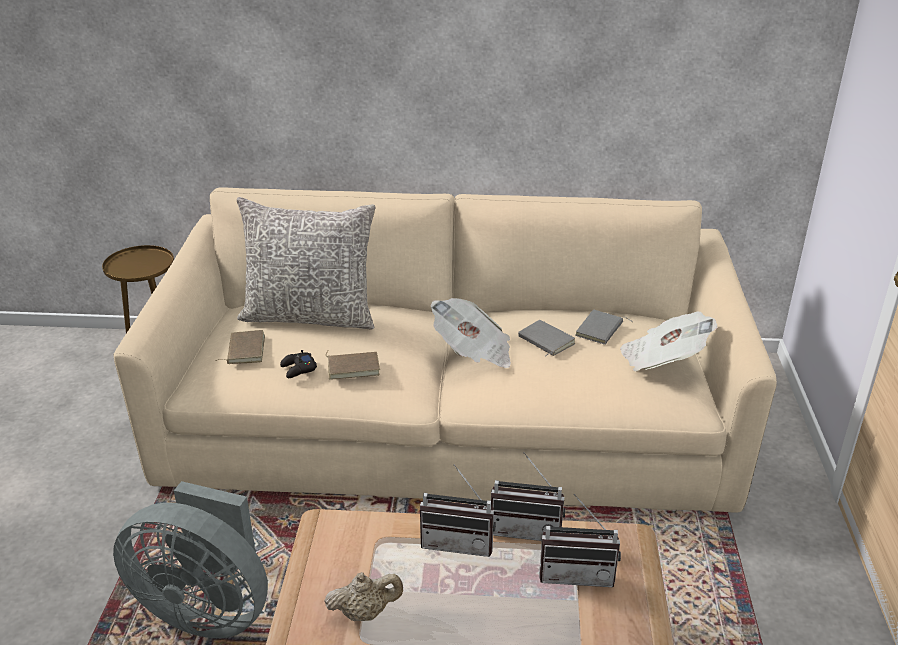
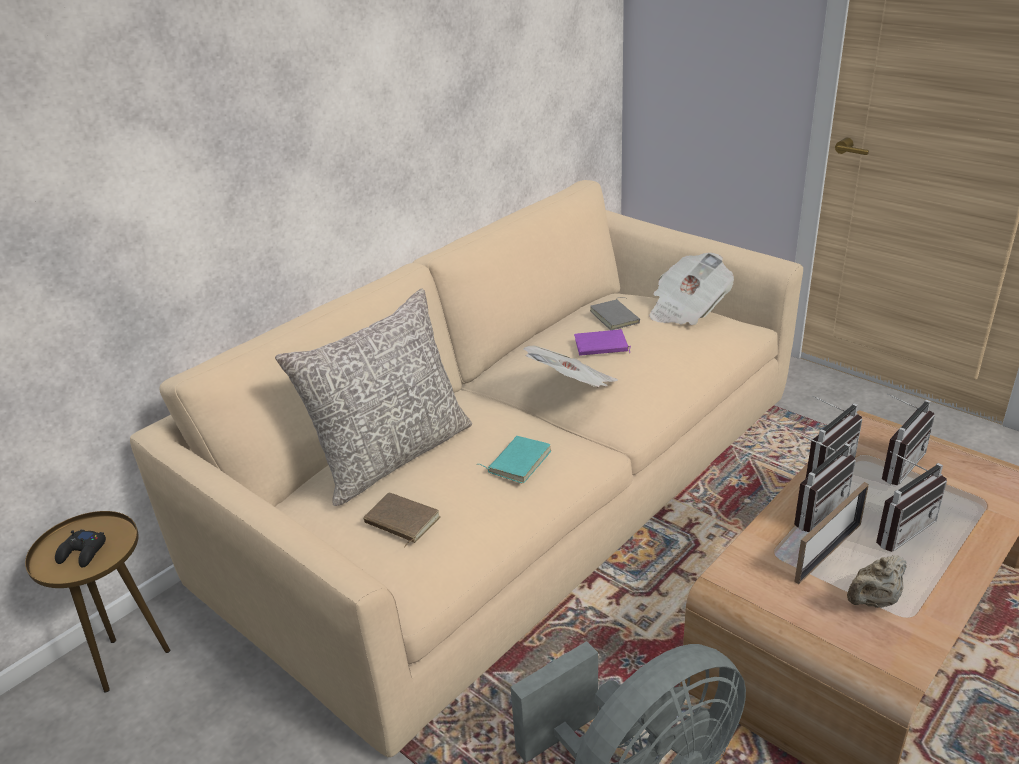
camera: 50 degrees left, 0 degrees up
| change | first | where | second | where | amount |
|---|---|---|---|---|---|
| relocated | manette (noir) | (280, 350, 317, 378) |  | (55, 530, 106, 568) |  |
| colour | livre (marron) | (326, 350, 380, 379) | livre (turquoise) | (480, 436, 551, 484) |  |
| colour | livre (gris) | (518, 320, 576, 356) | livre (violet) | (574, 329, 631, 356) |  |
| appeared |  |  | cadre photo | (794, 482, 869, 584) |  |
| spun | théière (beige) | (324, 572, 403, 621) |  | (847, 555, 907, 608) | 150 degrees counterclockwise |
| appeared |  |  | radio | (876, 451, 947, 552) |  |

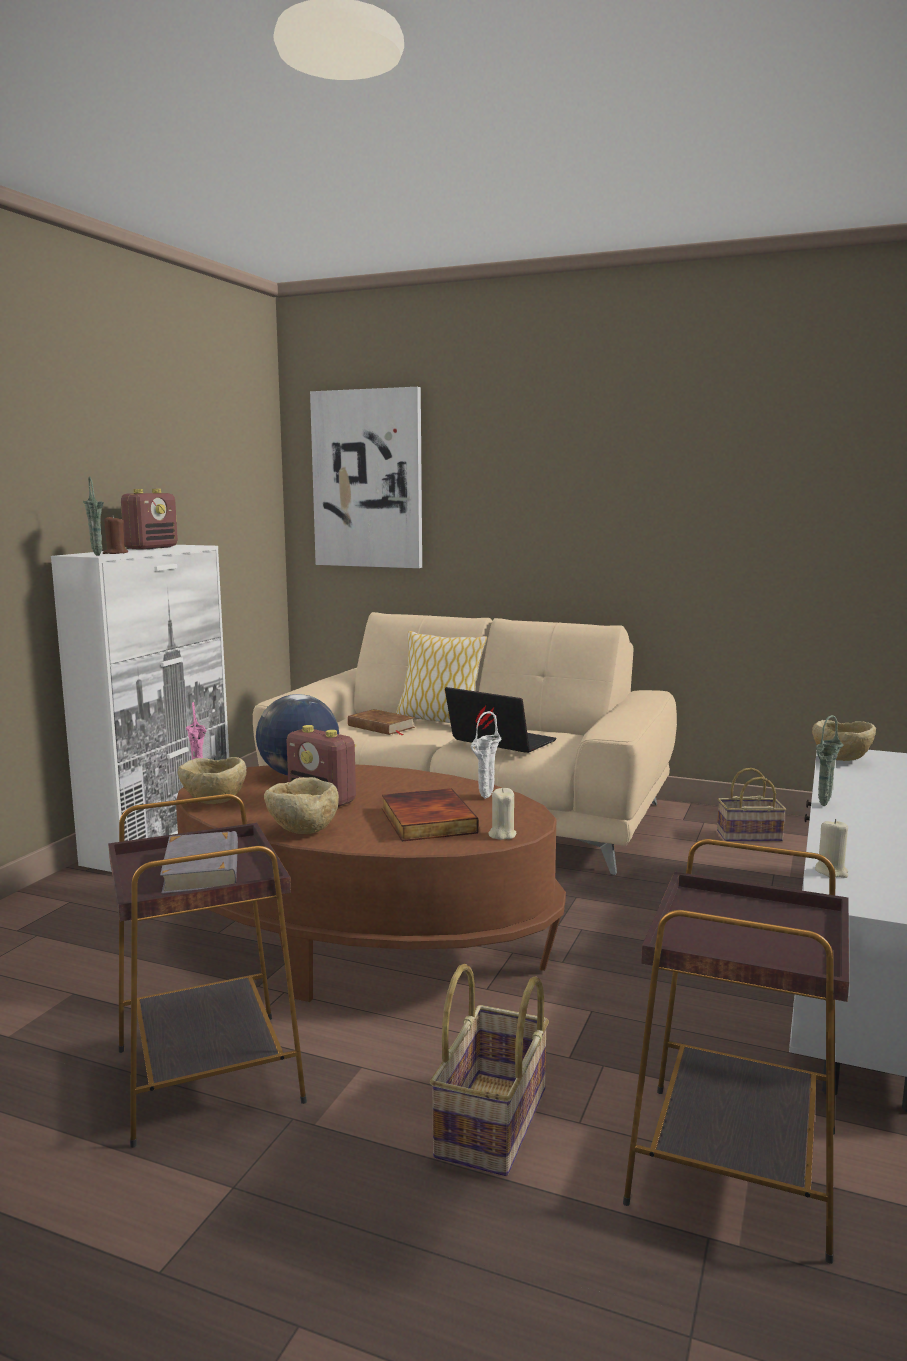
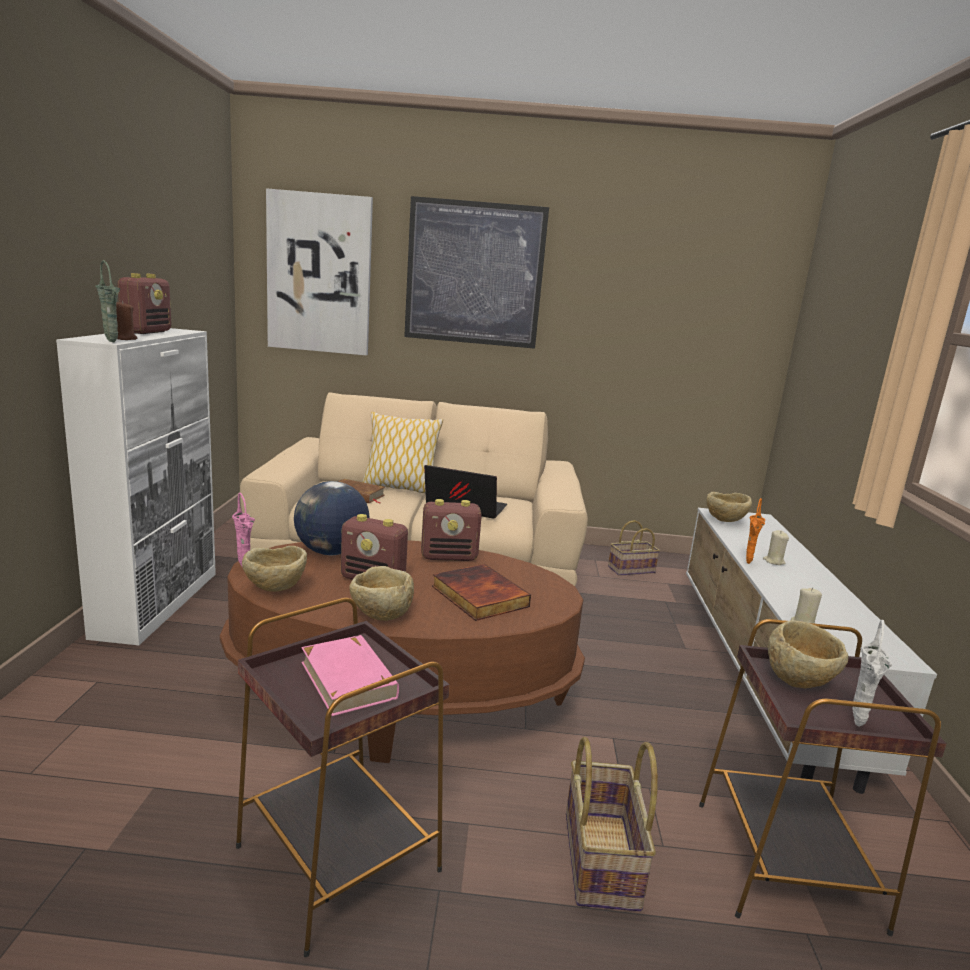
camera: 20 degrees left, 5 degrees up
| change | first | where | second | where | amount |
|---|---|---|---|---|---|
| colour | livre (gris) | (160, 831, 238, 894) | livre (rose) | (301, 635, 399, 716) |  |
| appeared |  |  | tableau | (404, 196, 549, 349) |  |
| appeared |  |  | radio | (421, 499, 482, 561) |  |
| colour | vase (vert) | (816, 715, 843, 806) | vase (orange) | (746, 498, 765, 564) |  |
| relocated | bougie (beige) | (488, 788, 516, 840) |  | (763, 530, 789, 565) |  |
| appeared |  |  | bol (beige) | (768, 620, 848, 688) |  |
| relocated | vase (blanc) | (470, 711, 501, 799) |  | (852, 620, 892, 727) |  |

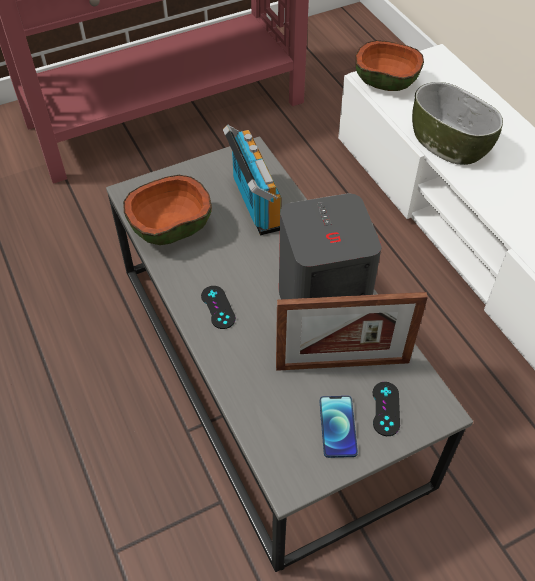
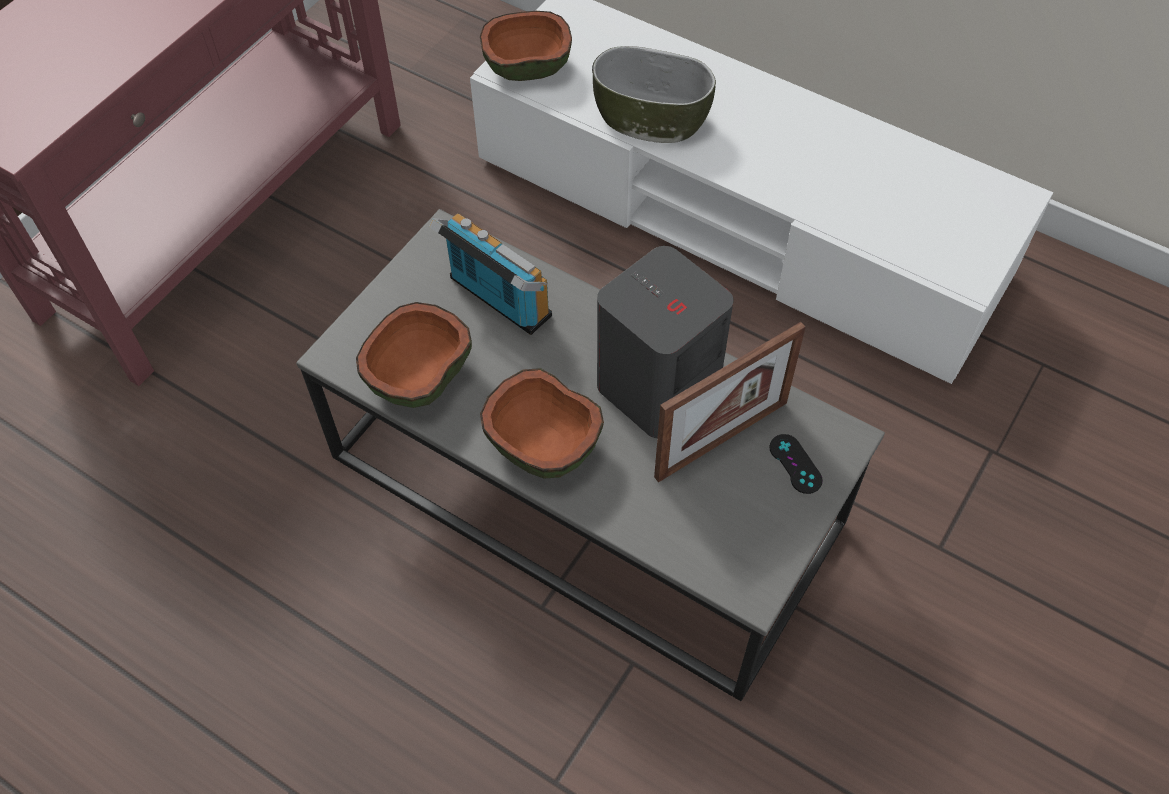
camera: 30 degrees left, 5 degrees up
| change | first | where | second | where | amount |
|---|---|---|---|---|---|
| exchanged | manette (noir) | (201, 286, 236, 329) | bol | (480, 368, 604, 479) |  |
| missing | téléphone | (320, 396, 358, 458) |  |  |  |

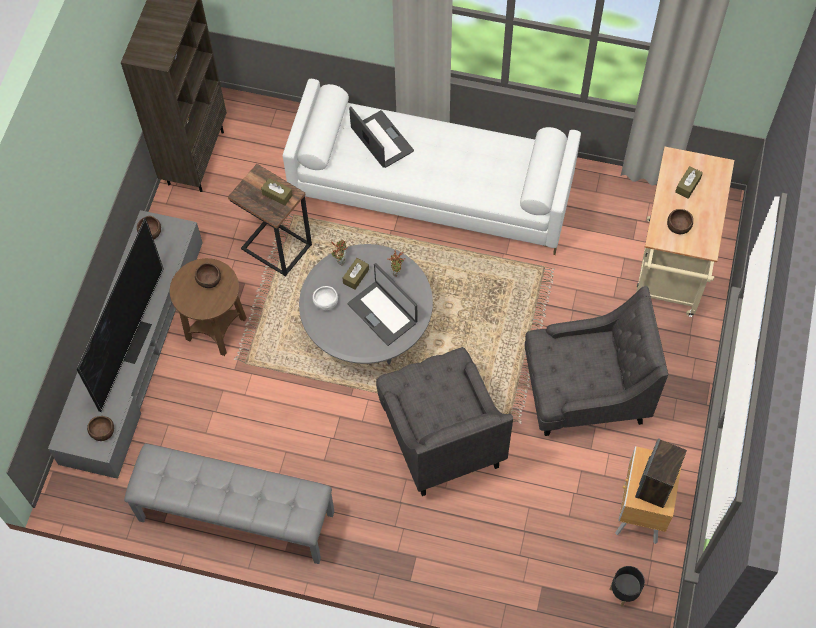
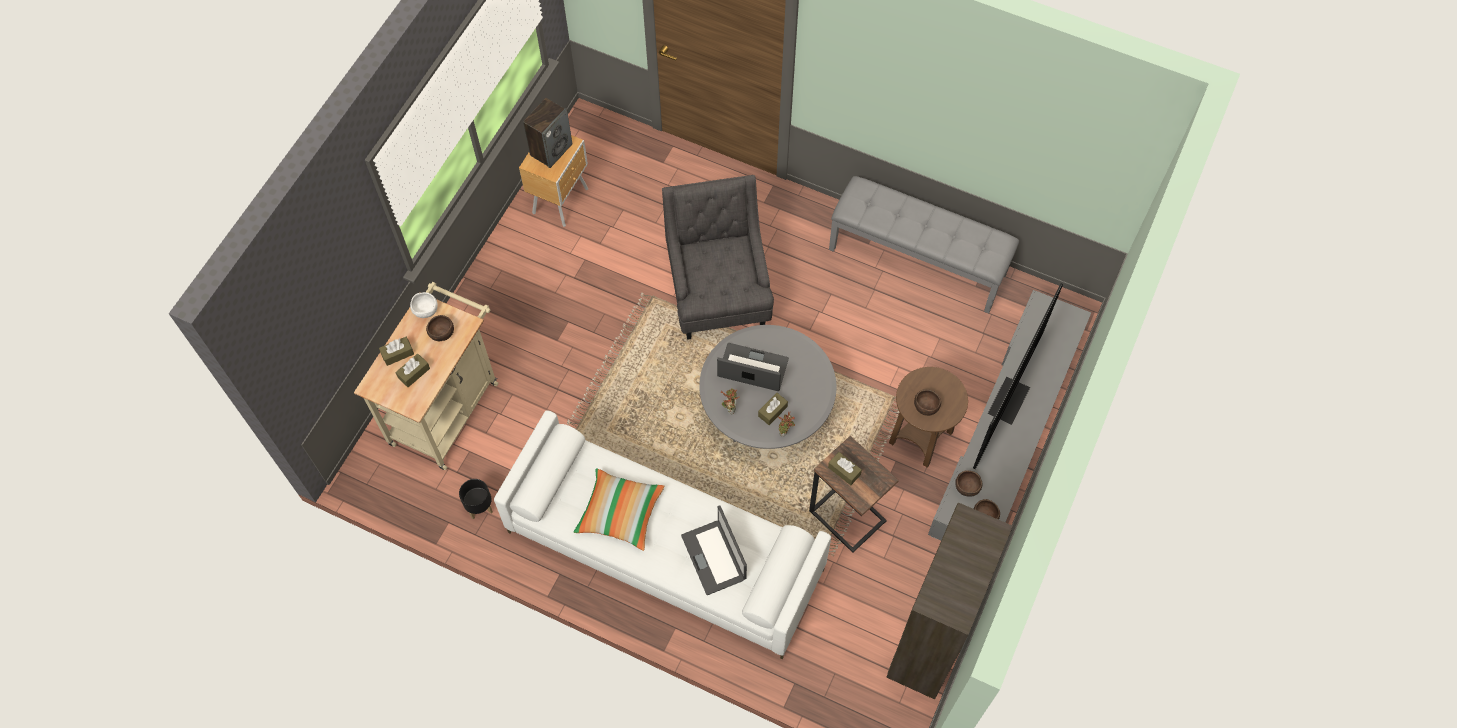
camera: 170 degrees left, 0 degrees up
| change | first | where | second | where | amount |
|---|---|---|---|---|---|
| appeared |  |  | boîte à mouchoirs (marron) | (379, 337, 414, 366) |  |
| relocated | bol (blanc) | (312, 286, 338, 310) |  | (410, 292, 438, 318) |  |
| relocated | cache-pot (noir) | (609, 566, 645, 607) |  | (459, 479, 493, 519) |  |
| appeared |  |  | coussin | (574, 468, 664, 551) |  |
| spun | ordinateur portable | (347, 263, 418, 346) |  | (717, 343, 789, 391) | 45 degrees counterclockwise |
| relocated | bol (marron) | (87, 416, 114, 441) |  | (955, 470, 982, 497) |  |
| missing | fauteuil (gris) | (525, 286, 668, 436) |  |  |  |

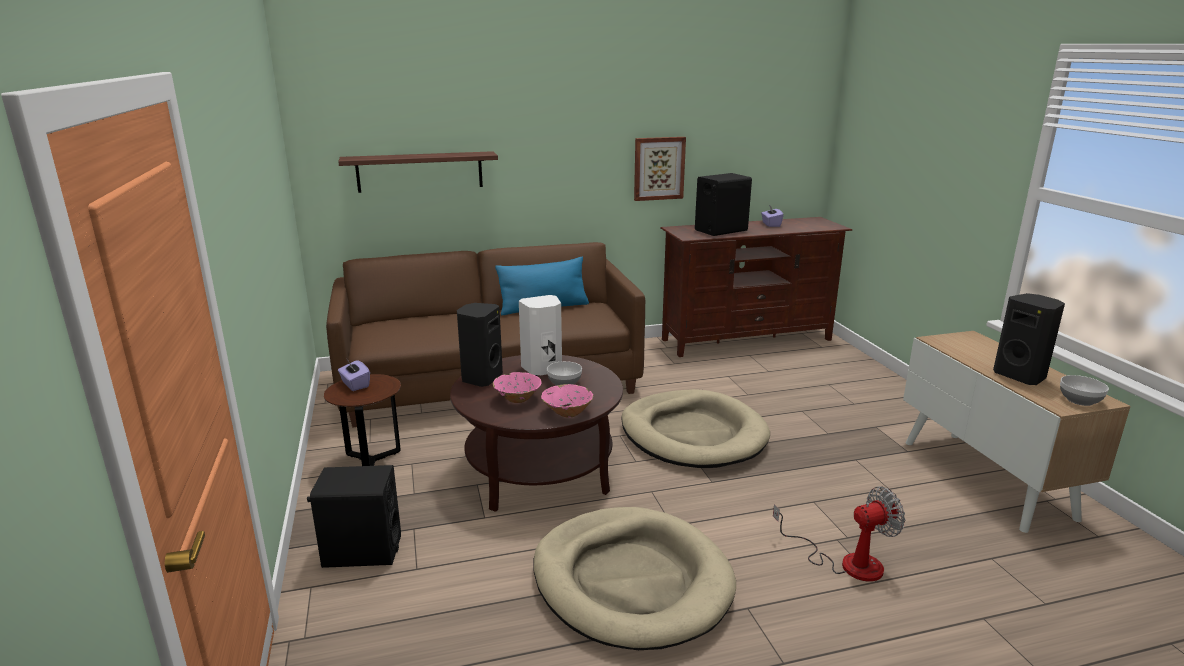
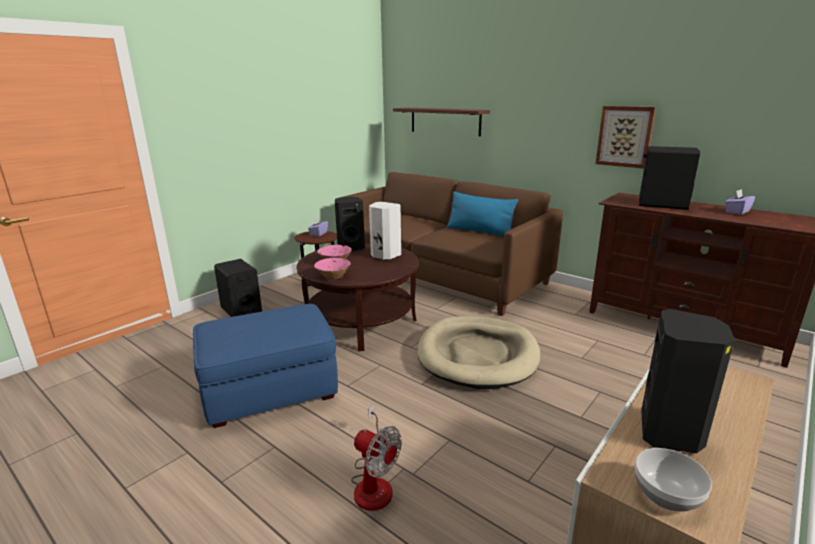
camera: 55 degrees right, 0 degrees up
| change | first | where | second | where | amount |
|---|---|---|---|---|---|
| exchanged | panier pour chien (beige) | (534, 507, 736, 650) | pouf (bleu) | (193, 304, 338, 428) |  |
| missing | bol | (547, 361, 582, 386) |  |  |  |

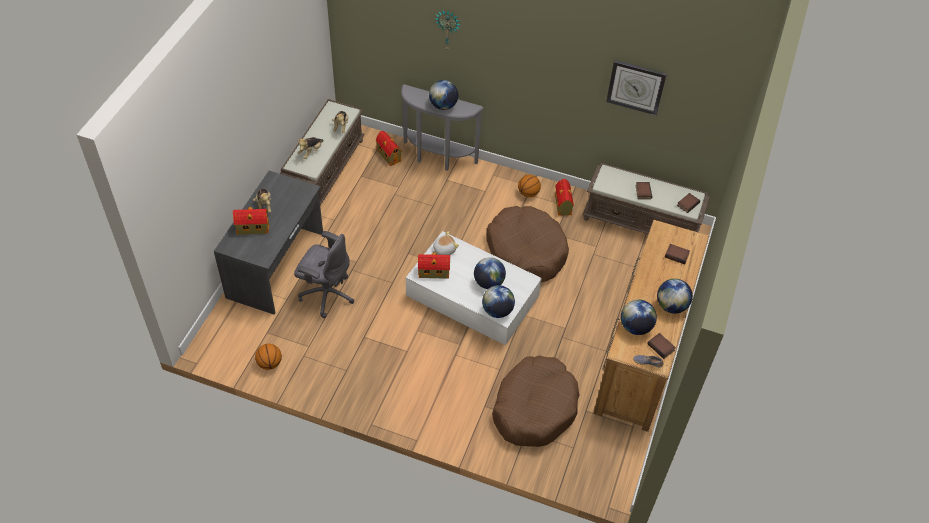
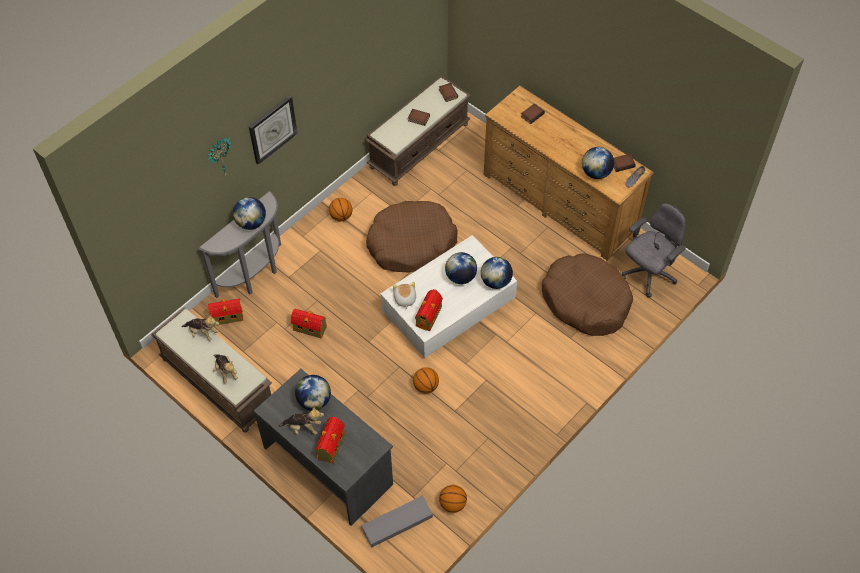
camera: 65 degrees left, 5 degrees up
| change | first | where | second | where | amount |
|---|---|---|---|---|---|
| relocated | horloge murale | (606, 60, 667, 115) |  | (249, 96, 298, 165) |  |
| relocated | maison miniature | (555, 179, 574, 216) |  | (291, 309, 327, 339) |  |
| relocated | globe | (657, 279, 693, 314) |  | (295, 375, 331, 411) |  |
| appeared |  |  | boîte de rangement (gris) | (361, 495, 433, 548) |  |
| appeared |  |  | ballon de basket | (413, 367, 439, 393) |  |
| relocated | chaise de bureau (gris) | (294, 231, 354, 318) |  | (622, 203, 685, 298) |  |

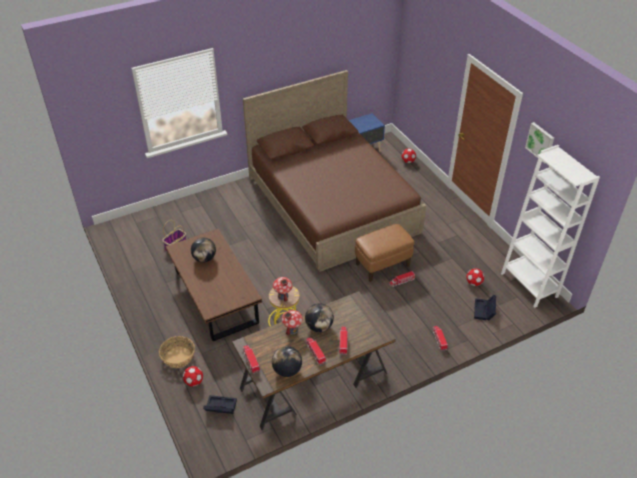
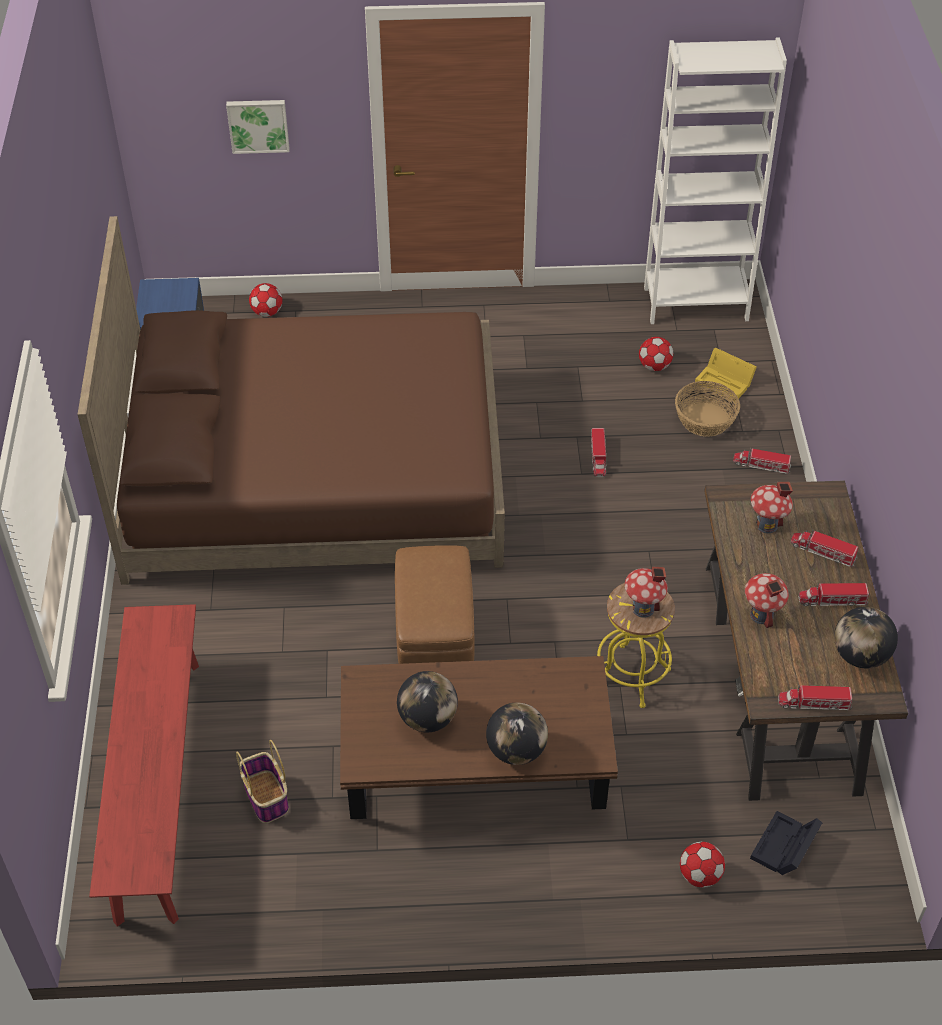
camera: 65 degrees left, 5 degrees up
| change | first | where | second | where | amount |
|---|---|---|---|---|---|
| appeared |  |  | banc (rouge) | (89, 604, 199, 927) |  |
| relocated | tableau | (525, 122, 554, 164) |  | (226, 100, 290, 154) |  |
| relocated | pouf (marron) | (355, 224, 414, 282) |  | (395, 545, 475, 664) |  |
| relocated | globe | (305, 303, 334, 332) |  | (486, 703, 548, 765) |  |
| relocated | panier | (159, 336, 195, 368) |  | (675, 381, 740, 437) |  |
| colour | boîte de rangement (noir) | (474, 295, 496, 320) | boîte de rangement (jaune) | (695, 348, 757, 402) |  |
| appeared |  |  | maison miniature | (751, 482, 793, 533) |  |

